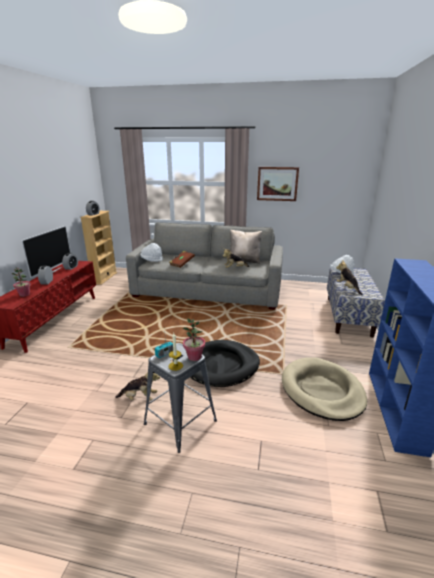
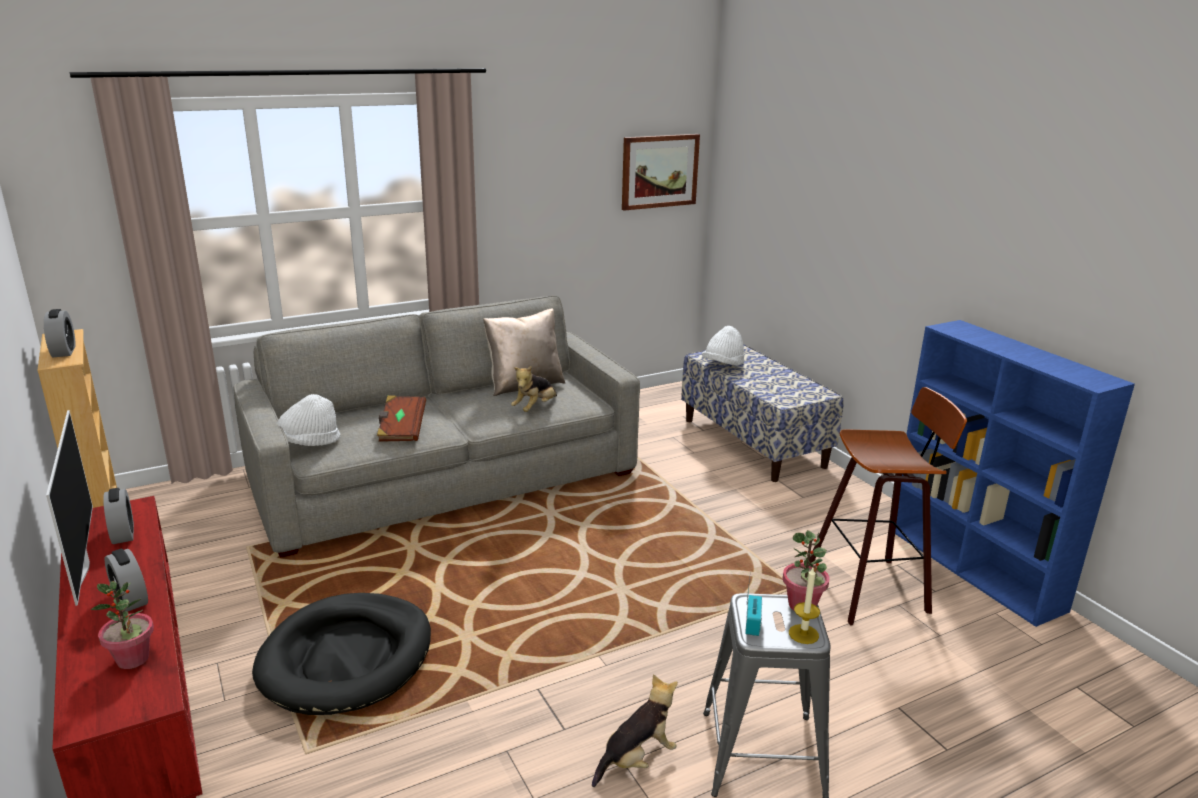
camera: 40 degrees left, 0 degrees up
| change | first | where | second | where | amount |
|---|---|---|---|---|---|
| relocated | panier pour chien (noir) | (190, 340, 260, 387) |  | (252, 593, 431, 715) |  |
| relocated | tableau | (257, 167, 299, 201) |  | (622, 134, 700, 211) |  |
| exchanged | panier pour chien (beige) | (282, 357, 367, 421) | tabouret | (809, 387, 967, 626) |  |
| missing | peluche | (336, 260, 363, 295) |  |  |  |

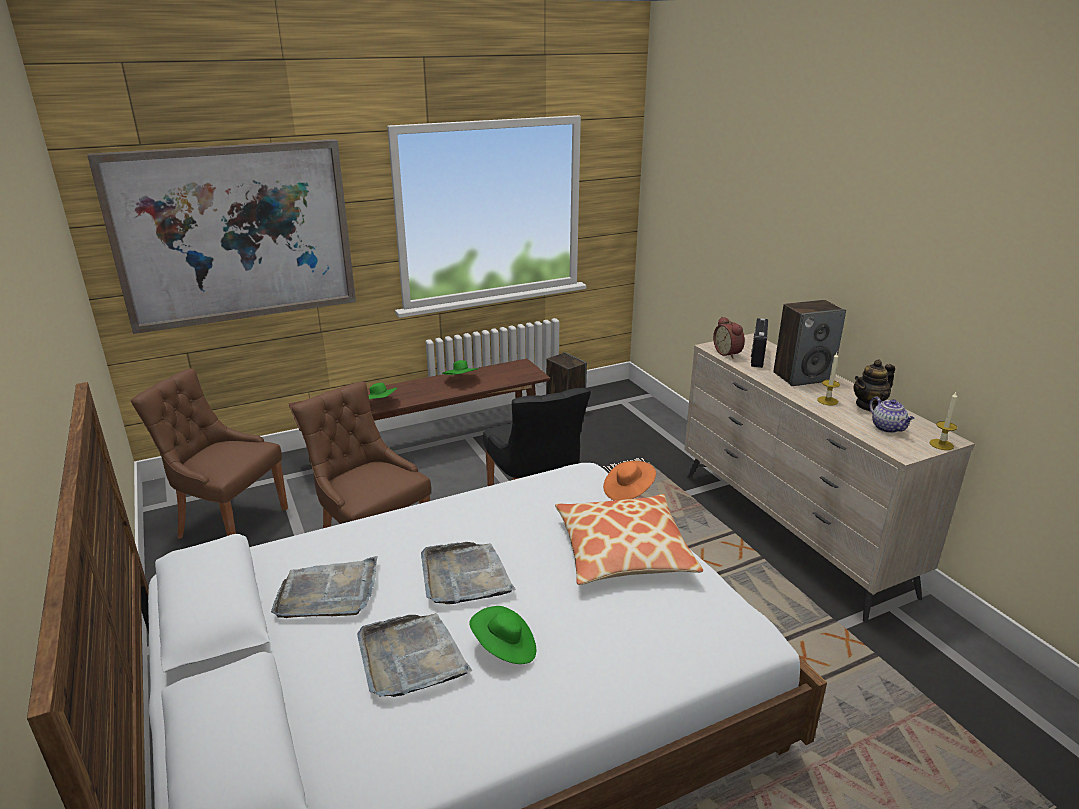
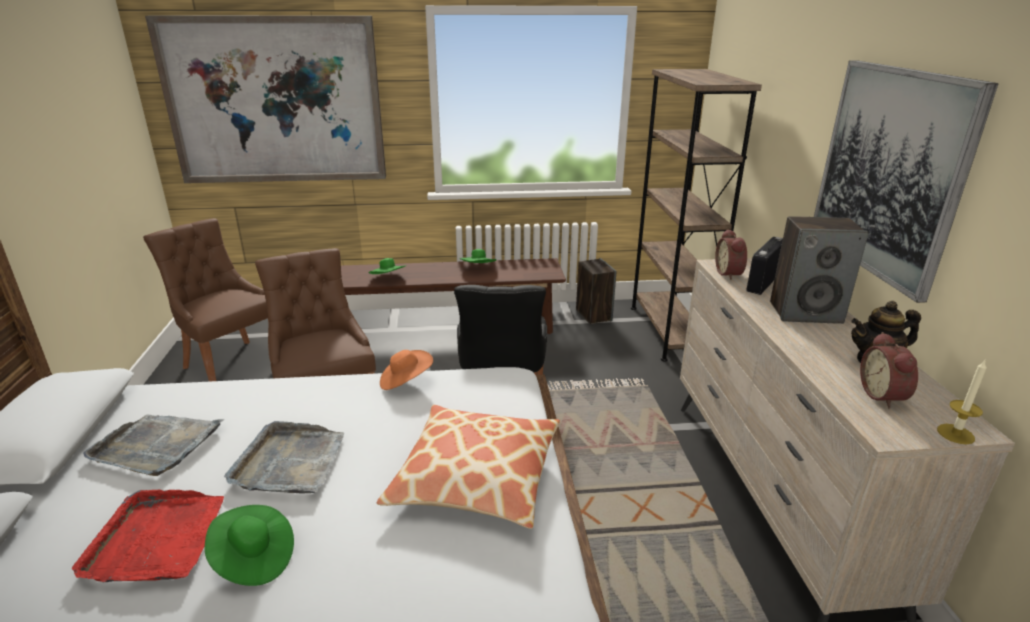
camera: 20 degrees right, 0 degrees up
| change | first | where | second | where | amount |
|---|---|---|---|---|---|
| colour | plateau (gris) | (357, 613, 472, 697) | plateau (rouge) | (72, 490, 224, 582) |  |
| relocated | chapeau (orange) | (603, 461, 656, 500) |  | (380, 350, 433, 390) |  |
| appeared |  |  | bibliothèque (marron) | (631, 69, 762, 362) |  |
| appeared |  |  | tableau | (814, 60, 999, 303) |  |
| exchanged | théière | (869, 397, 915, 433) | réveil | (860, 332, 918, 409) |  |
| missing | bougie | (817, 353, 840, 405) |  |  |  |

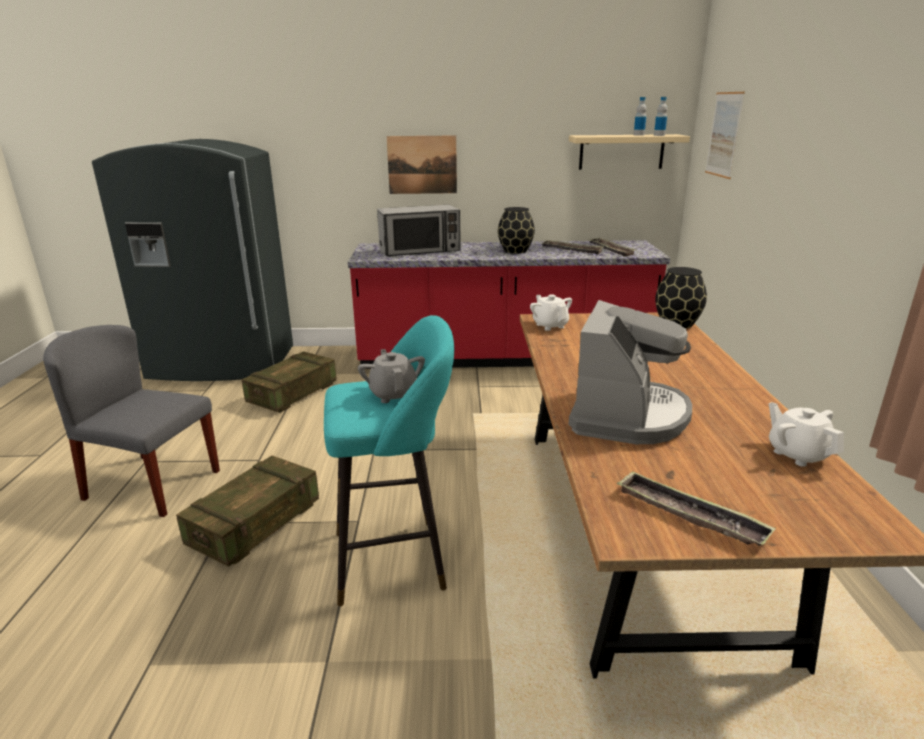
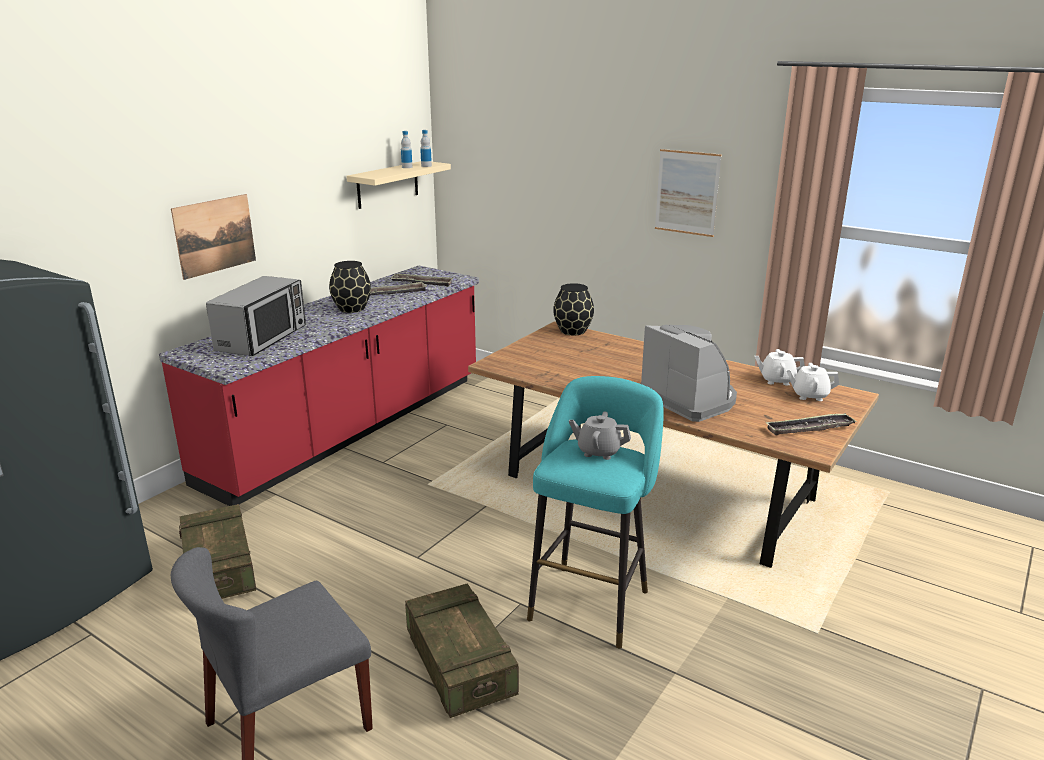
camera: 55 degrees left, 0 degrees up
| change | first | where | second | where | amount |
|---|---|---|---|---|---|
| relocated | tableau | (705, 92, 745, 179) |  | (655, 149, 722, 237) |  |
| relocated | théière (blanc) | (530, 295, 572, 331) |  | (786, 363, 839, 401) |  |

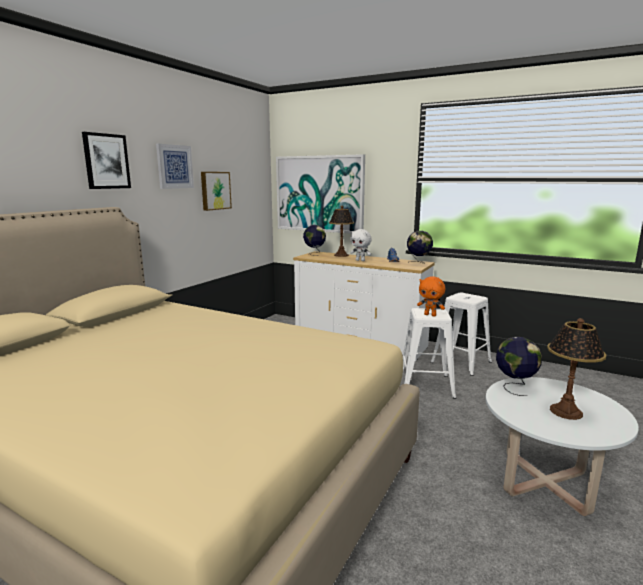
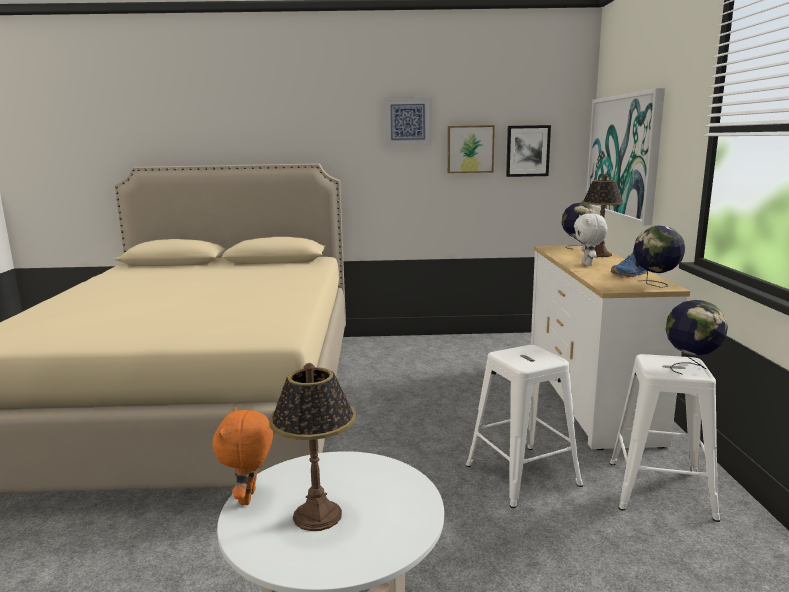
camera: 60 degrees right, 0 degrees up
| change | first | where | second | where | amount |
|---|---|---|---|---|---|
| relocated | peluche (orange) | (417, 276, 445, 316) |  | (213, 407, 273, 505) |  |
| relocated | tableau | (82, 132, 131, 189) |  | (506, 125, 551, 177) |  |
| relocated | globe | (496, 337, 542, 396) |  | (666, 300, 728, 375) |  |

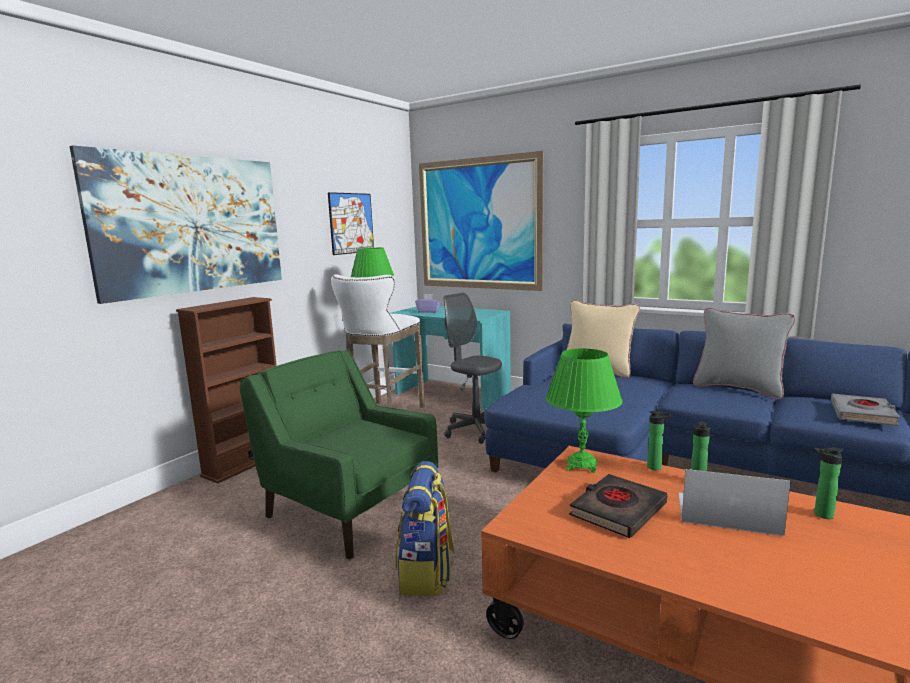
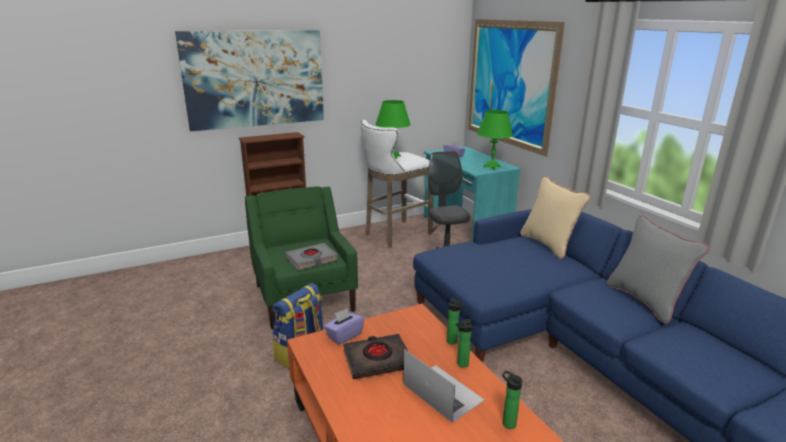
camera: 30 degrees right, 10 degrees up
| change | first | where | second | where | amount |
|---|---|---|---|---|---|
| relocated | livre (gris) | (831, 394, 900, 426) |  | (285, 243, 338, 271) |  |
| appeared |  |  | boîte à mouchoirs (violet) | (324, 308, 364, 345) |  |
| relocated | lampe de table (vert) | (546, 349, 623, 473) |  | (477, 110, 513, 170) |  |
| missing | tableau | (328, 192, 374, 255) |  |  |  |

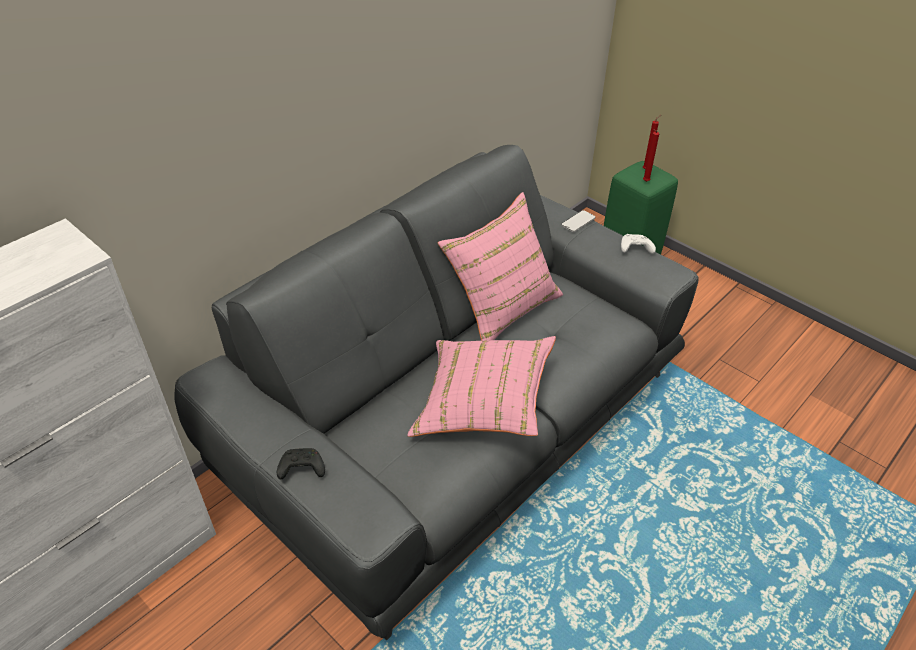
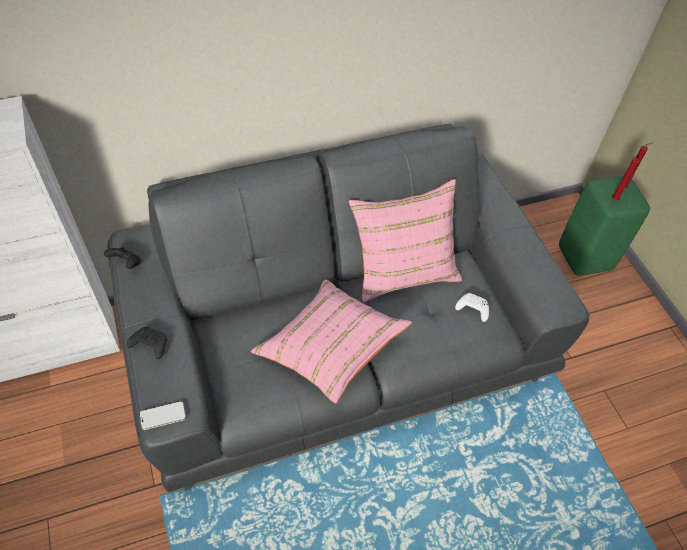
camera: 25 degrees right, 10 degrees up
| change | first | where | second | where | amount |
|---|---|---|---|---|---|
| appeared |  |  | manette (noir) | (104, 247, 141, 269) |  |
| relocated | téléphone | (561, 210, 595, 232) |  | (139, 401, 186, 430) |  |
| relocated | manette (blanc) | (621, 234, 656, 254) |  | (455, 293, 489, 322) |  |

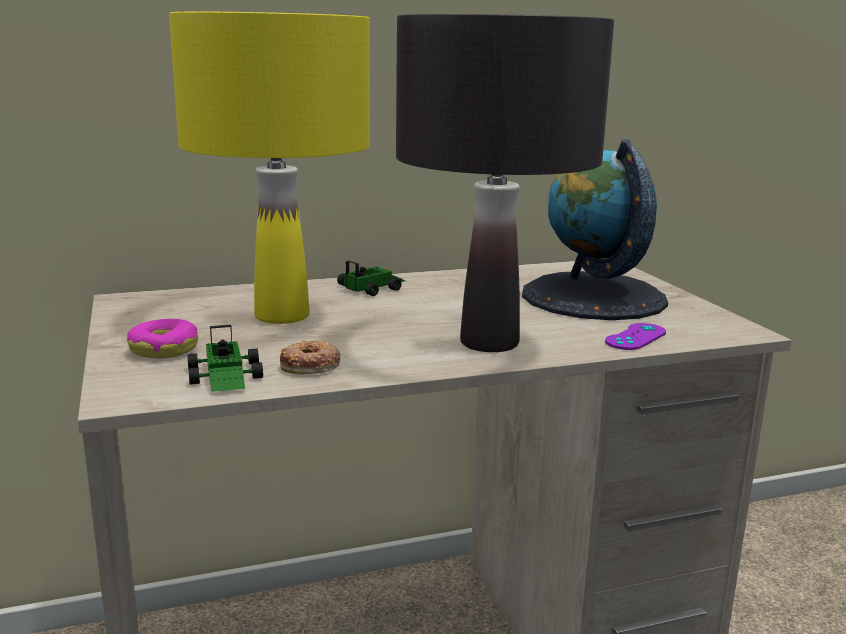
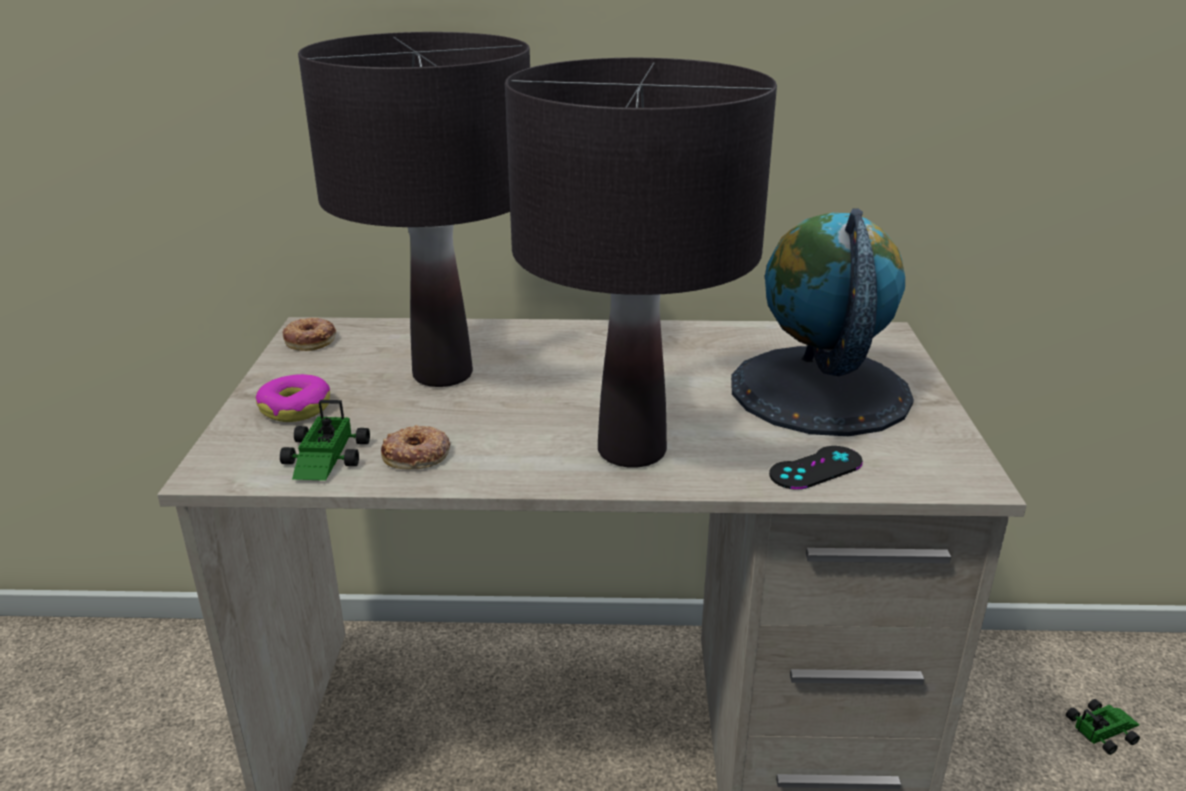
camera: 20 degrees right, 10 degrees up
| change | first | where | second | where | amount |
|---|---|---|---|---|---|
| appeared |  |  | beignet | (283, 318, 336, 351) |  |
| colour | lampe de table (jaune) | (169, 12, 370, 324) | lampe de table (noir) | (298, 32, 530, 387) |  |
| colour | manette (violet) | (605, 323, 666, 350) | manette (noir) | (769, 446, 863, 490) |  |
| relocated | petite voiture | (337, 260, 405, 296) |  | (1066, 699, 1140, 755) |  |

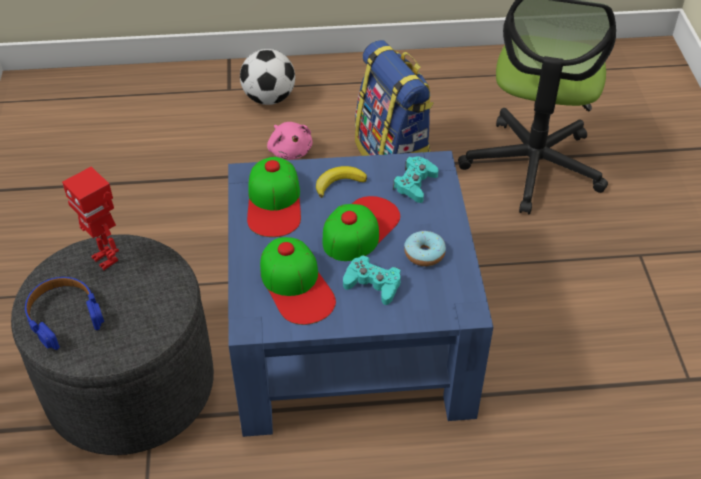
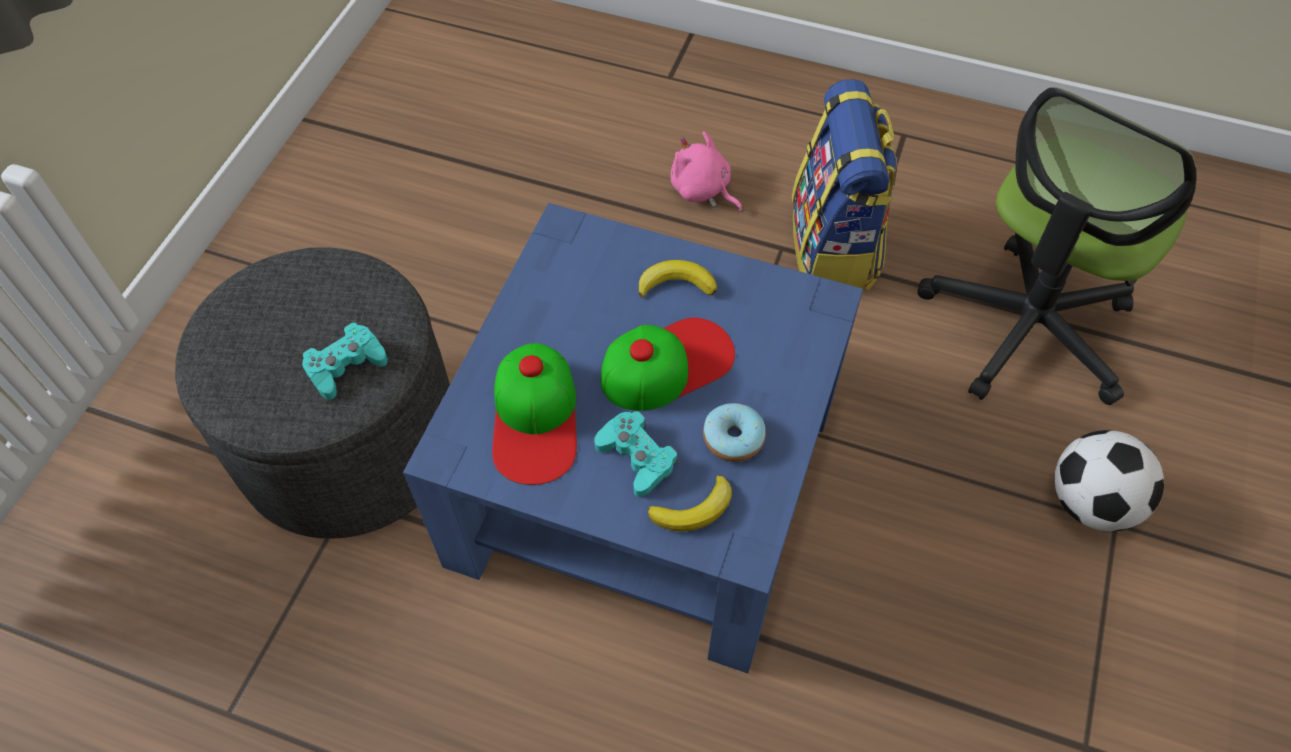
camera: 25 degrees right, 10 degrees up
| change | first | where | second | where | amount |
|---|---|---|---|---|---|
| relocated | manette (turquoise) | (393, 156, 438, 203) |  | (302, 322, 388, 400) |  |
| appeared |  |  | banane | (648, 475, 732, 532) |  |
| spun | peluche (rose) | (267, 122, 312, 160) |  | (671, 131, 742, 212) | 135 degrees clockwise |
| relocated | ballon de foot | (240, 49, 295, 105) |  | (1054, 430, 1164, 531) |  |
| missing | casque audio (bleu) | (25, 277, 104, 350) |  |  |  |
| missing | robot jouet | (62, 167, 119, 270) |  |  |  |
| missing | casquette | (247, 157, 301, 237) |  |  |  |

